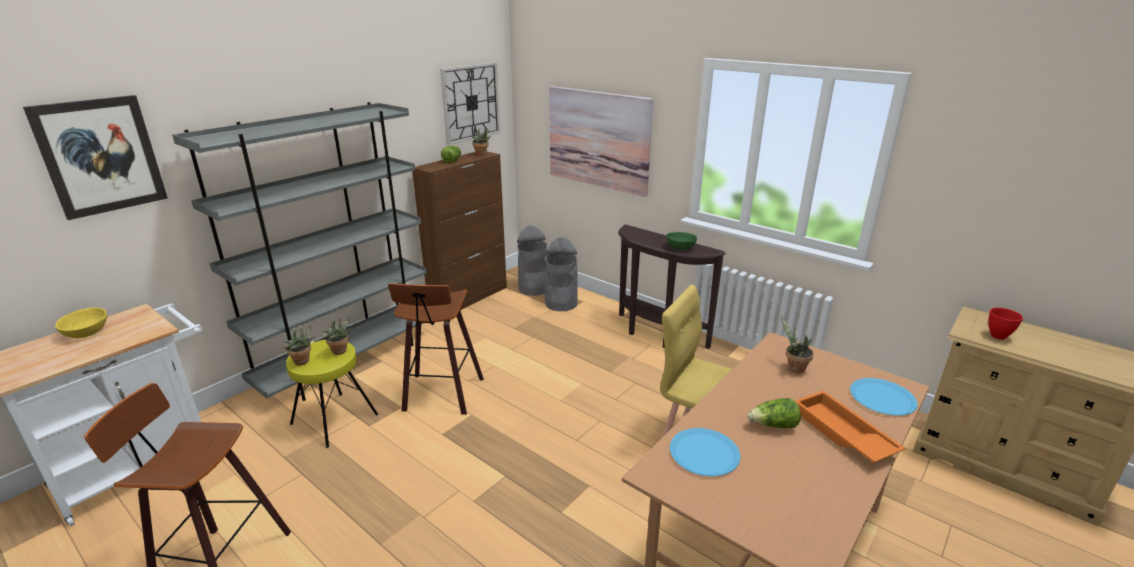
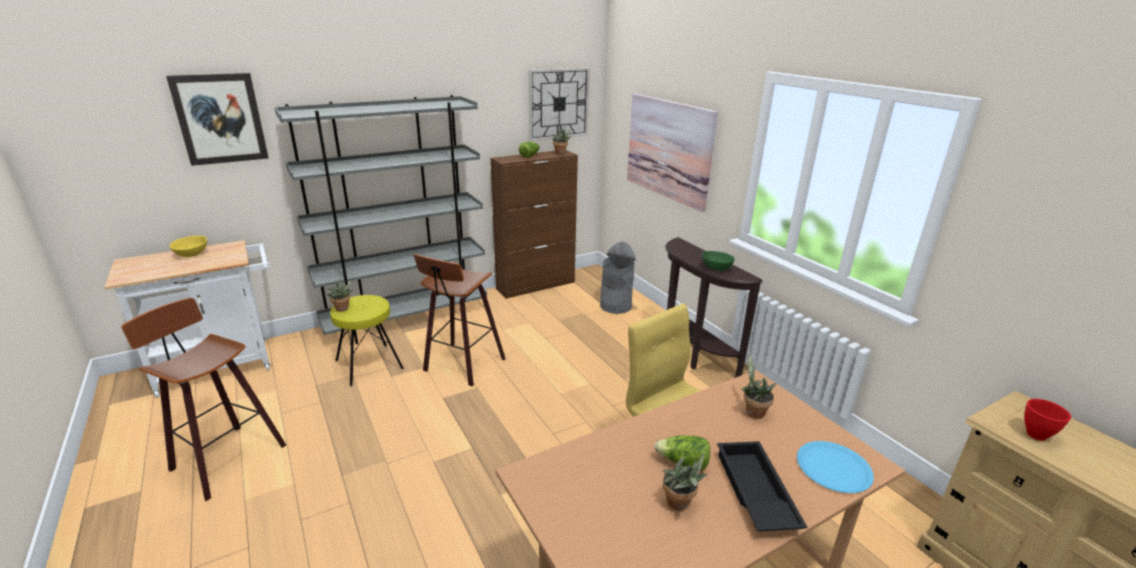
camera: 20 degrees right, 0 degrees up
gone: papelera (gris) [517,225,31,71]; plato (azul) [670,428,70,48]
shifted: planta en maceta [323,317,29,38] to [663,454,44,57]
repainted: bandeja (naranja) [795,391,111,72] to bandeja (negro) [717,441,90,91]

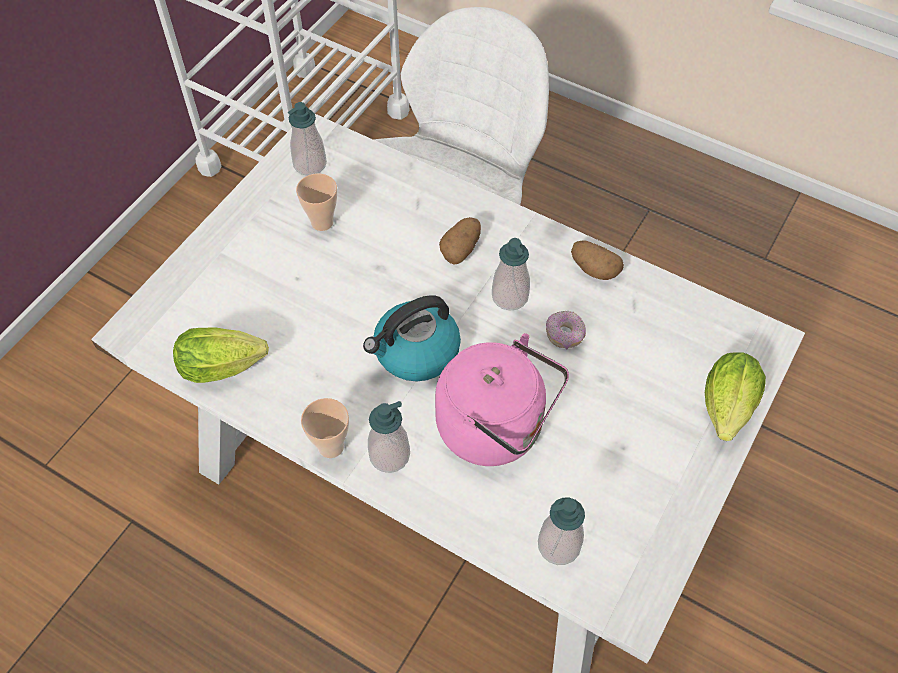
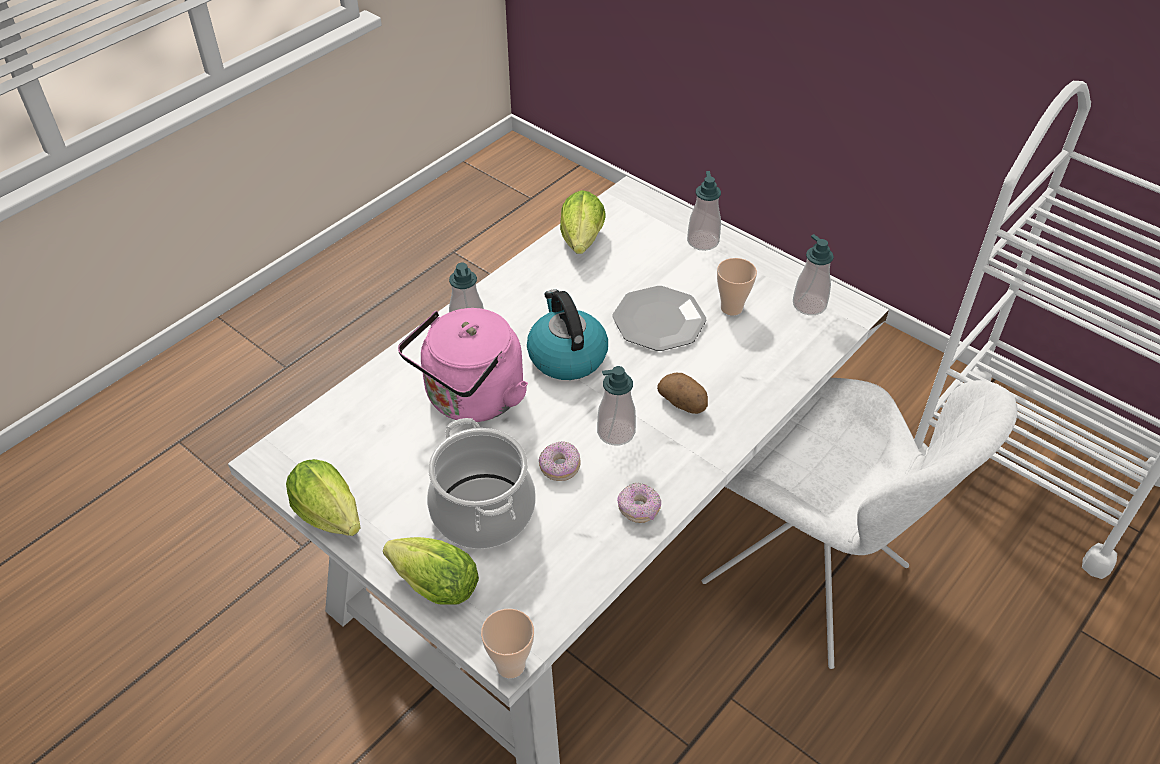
camera: 100 degrees right, 10 degrees down
new: lechuga [286,459,75,77]; olla [427,418,109,131]; plato [612,286,94,65]
shifted: taza [301,398,48,60] to [481,609,53,69]; dispensador de jabón [538,498,47,67] to [687,171,34,80]
swapped: patata [571,240,53,40] to rosquilla [617,482,44,41]

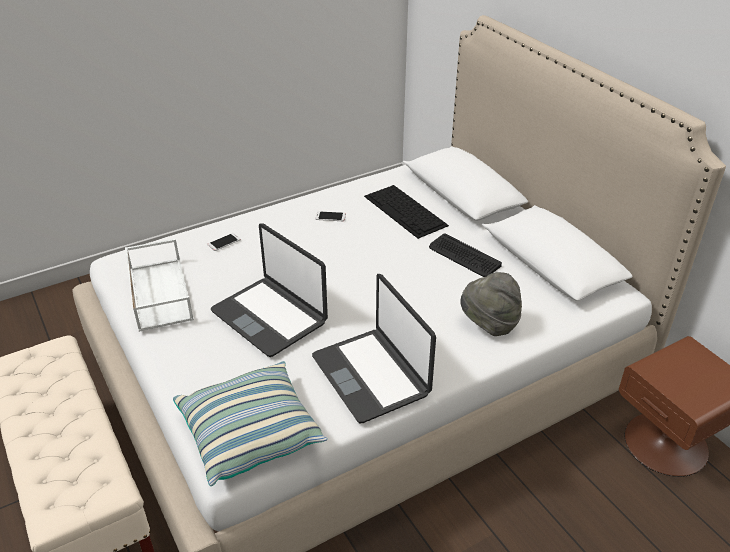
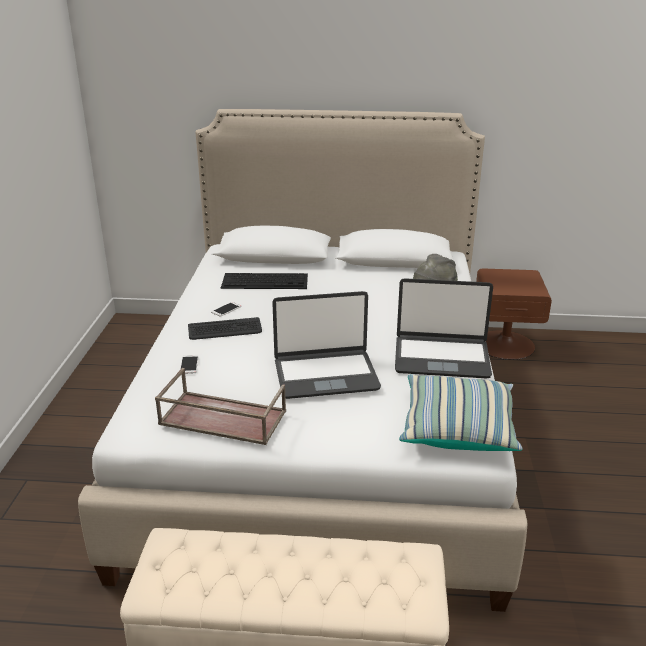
camera: 55 degrees left, 10 degrees down
shifted: teclado [429,233,73,44] to [188,317,74,23]
repainted: bandeja (blanco) [125,239,69,93] to bandeja (marrón) [155,368,131,77]

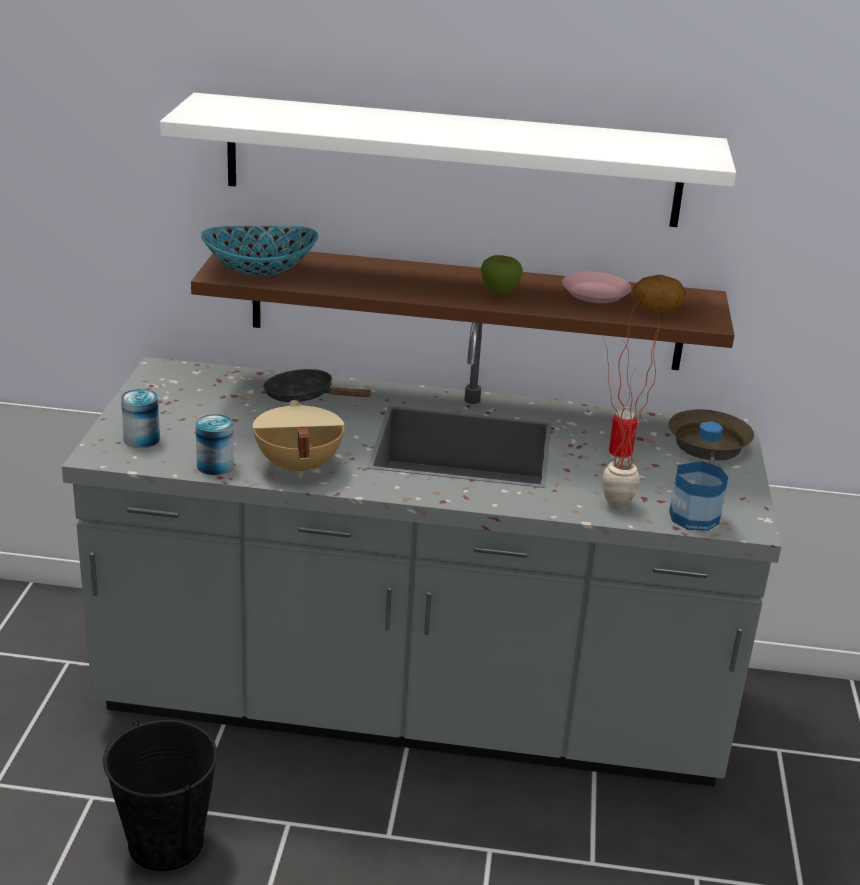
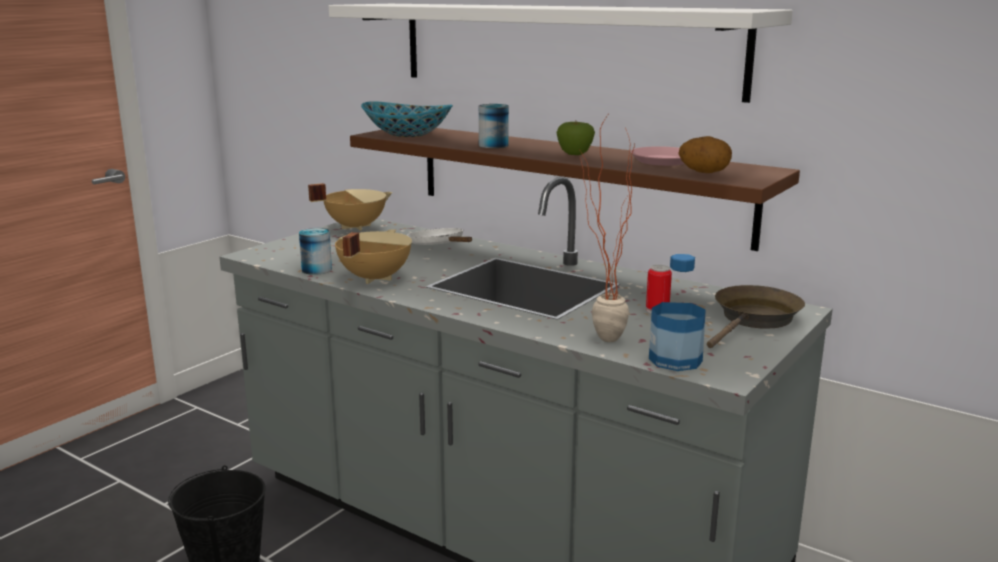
camera: 30 degrees right, 10 degrees down
new: olla (beis) [308,183,85,48]
shifted: lata [121,389,39,59] to [479,104,30,44]
repainted: sartén (negro) [263,369,109,33] to sartén (blanco) [407,228,65,17]

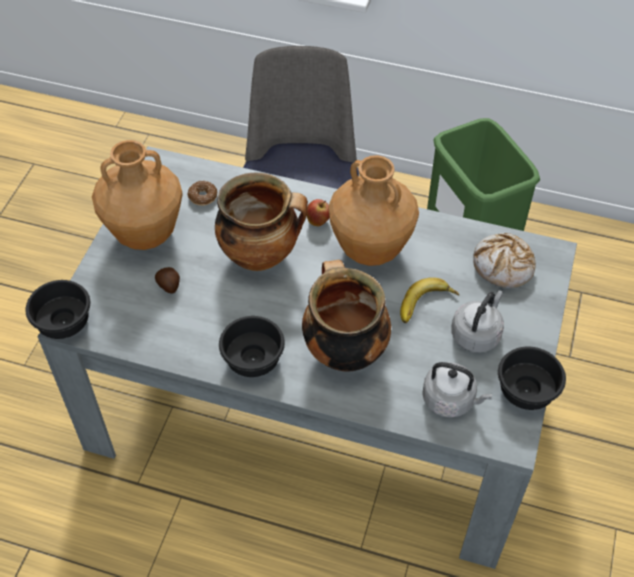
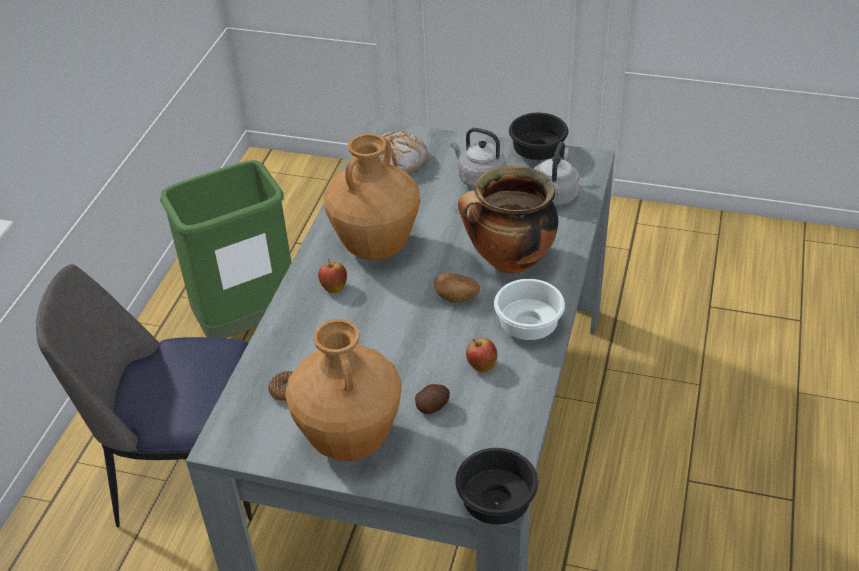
camera: 90 degrees left, 10 degrees down
gone: olla [215,173,93,98]; plátano [400,277,59,46]
new: patata [434,273,46,30]; manzana [466,338,31,34]
repainted: cuenco (negro) [219,316,66,61] to cuenco (blanco) [494,279,71,61]

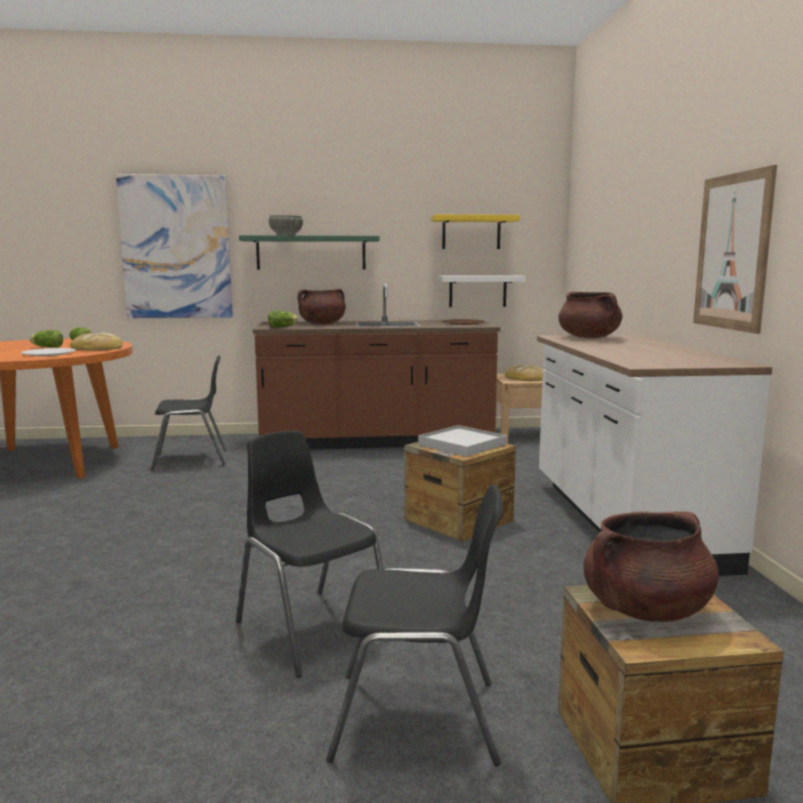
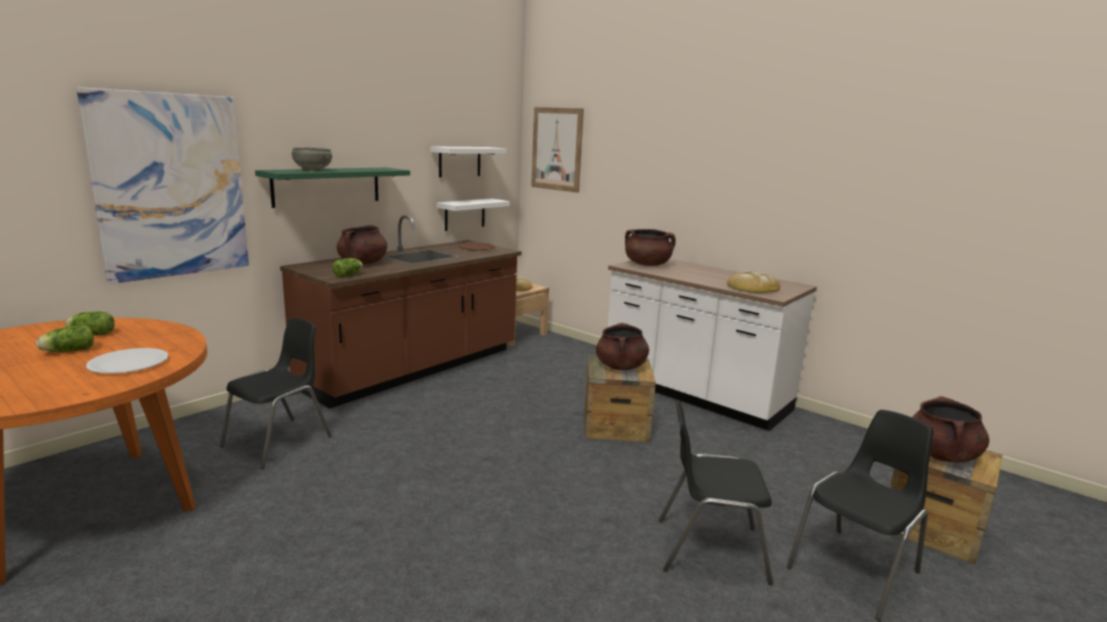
camera: 45 degrees left, 5 degrees up
shifted: pan [70,332,53,19] to [727,271,53,22]; cuadro [693,165,84,169] to [531,107,53,86]
swapped: bandeja (blanco) [418,425,89,32] to olla (marrón) [596,323,53,47]
repainted: estante (amarillo) [431,214,89,35] to estante (blanco) [430,146,76,31]

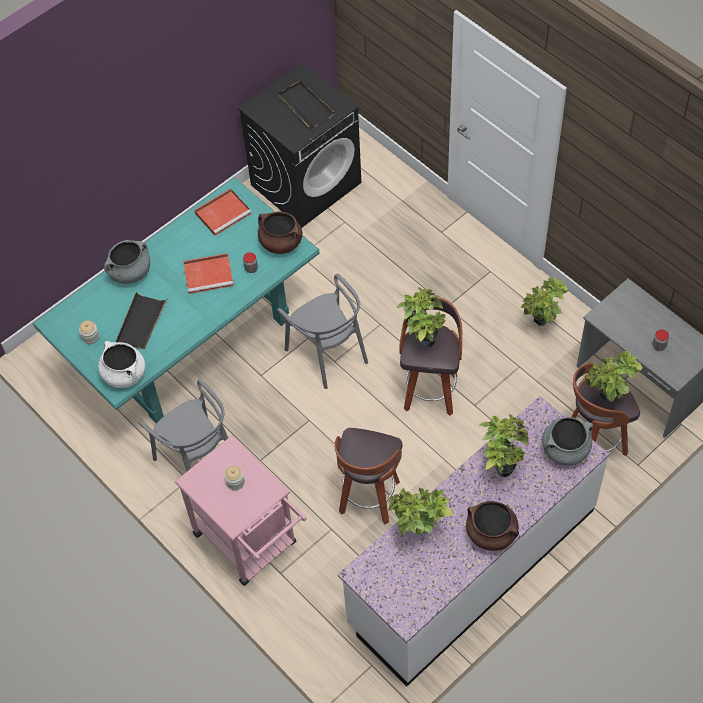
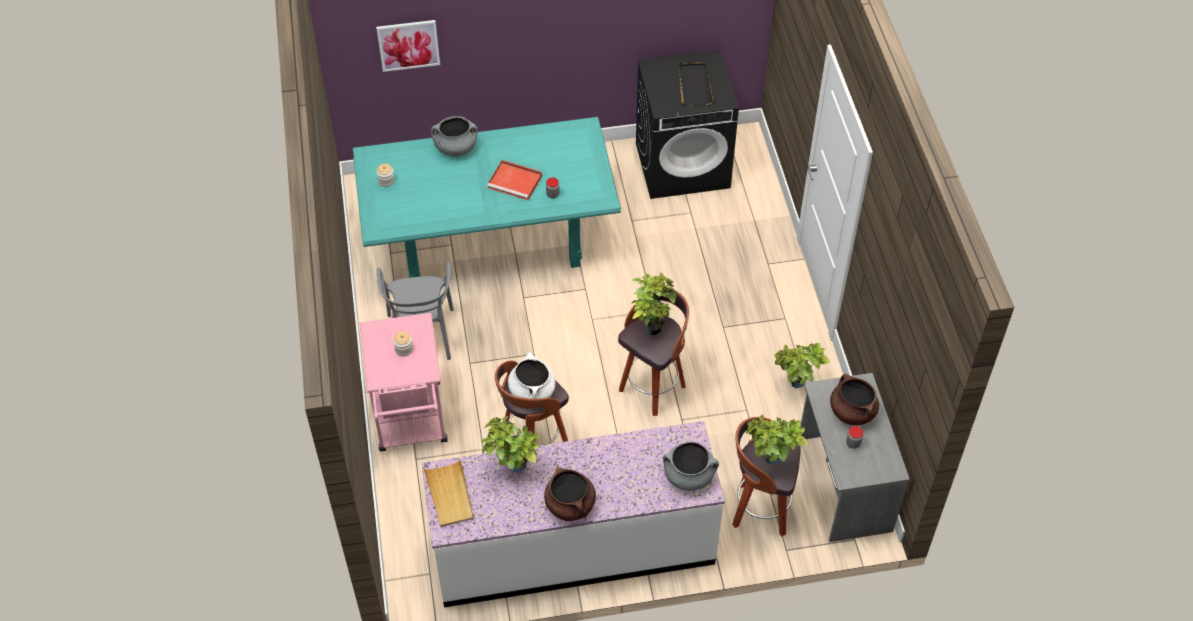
camera: 30 degrees right, 5 degrees down
gone: bandeja (negro) [116,292,51,58]; bandeja (rojo) [194,188,57,48]; silla (gris) [277,274,91,115]; planta en maceta [479,414,49,63]
new: cuadro [376,20,64,52]; bandeja (beis) [423,459,51,68]
shifted: olla (blanco) [98,341,47,47] to [508,352,48,47]; olla (marrón) [258,211,45,43] to [830,374,49,52]

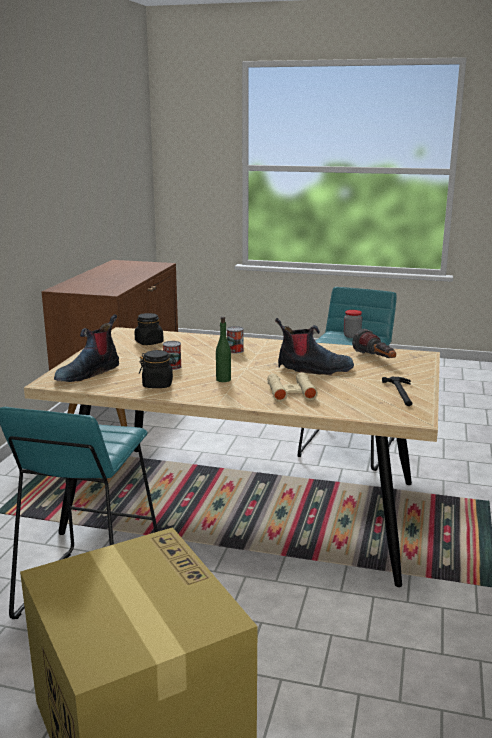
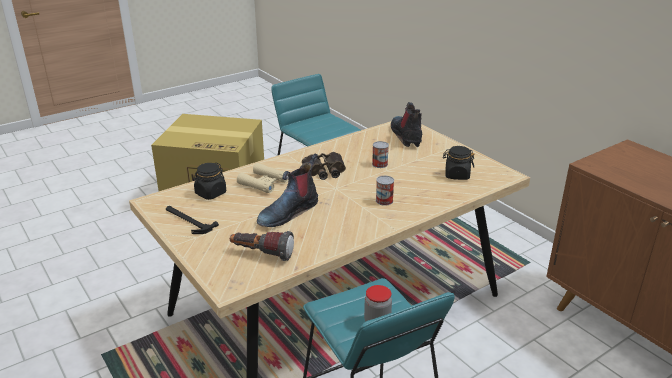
camera: 130 degrees right, 10 degrees up
shifted: tarro (negro) [139,350,37,38] to [193,163,33,37]
swapped: botella (verde) [216,317,15,65] to prismáticos [302,152,44,28]

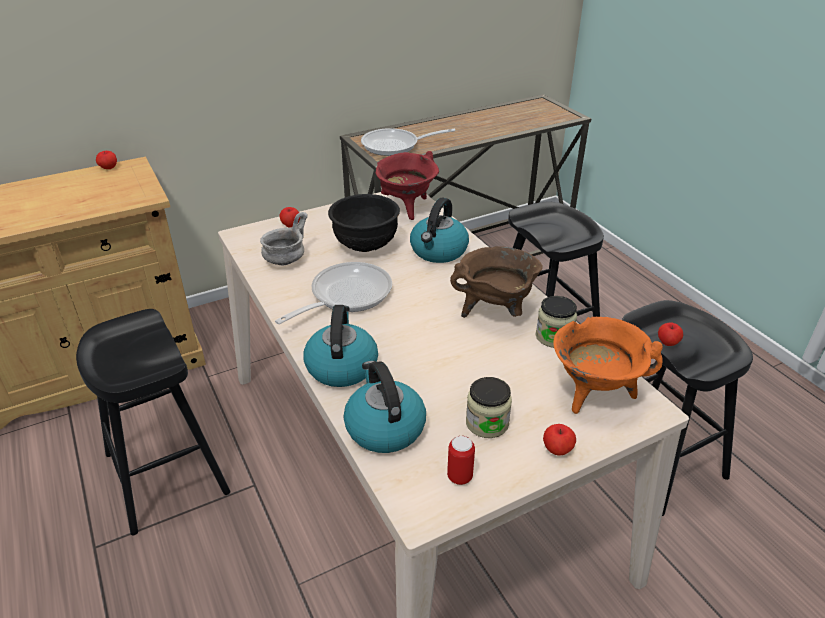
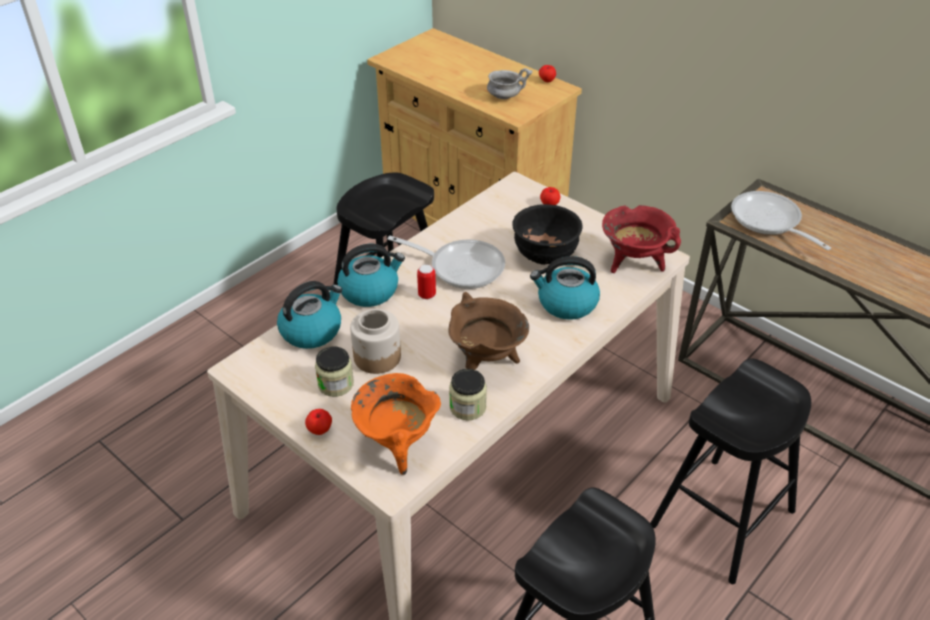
camera: 70 degrees right, 5 degrees up
gone: manzana [658,323,25,23]
new: tarro [350,309,51,65]
shifted: cuenco (gris) [260,212,48,53] to [487,68,46,31]; lata [447,436,28,49] to [417,265,19,34]

